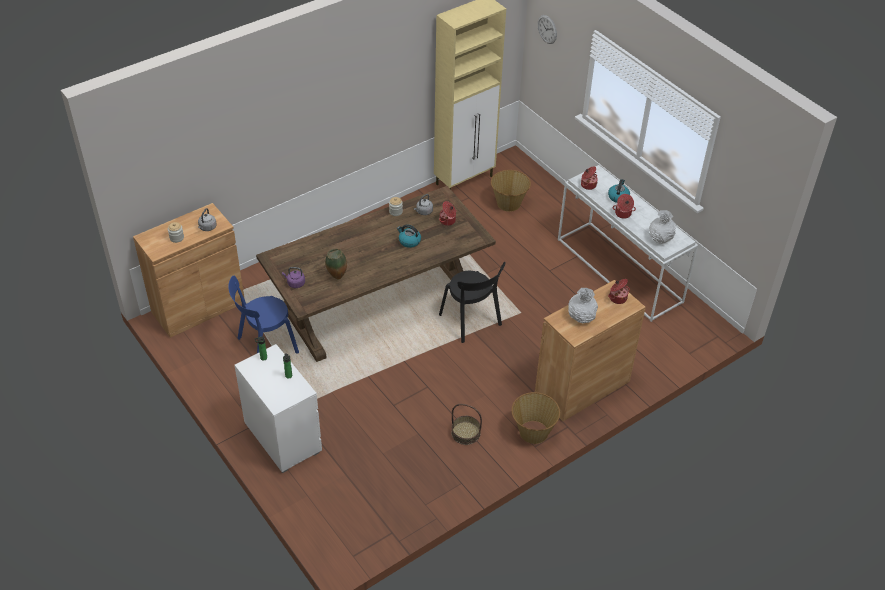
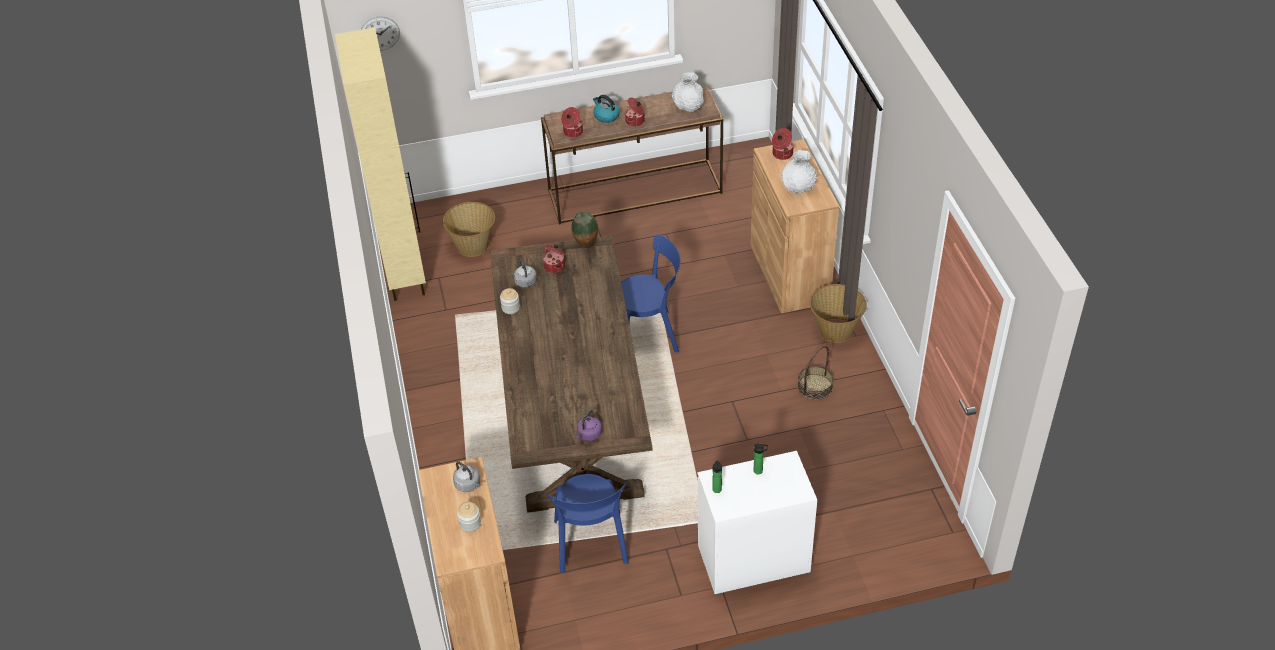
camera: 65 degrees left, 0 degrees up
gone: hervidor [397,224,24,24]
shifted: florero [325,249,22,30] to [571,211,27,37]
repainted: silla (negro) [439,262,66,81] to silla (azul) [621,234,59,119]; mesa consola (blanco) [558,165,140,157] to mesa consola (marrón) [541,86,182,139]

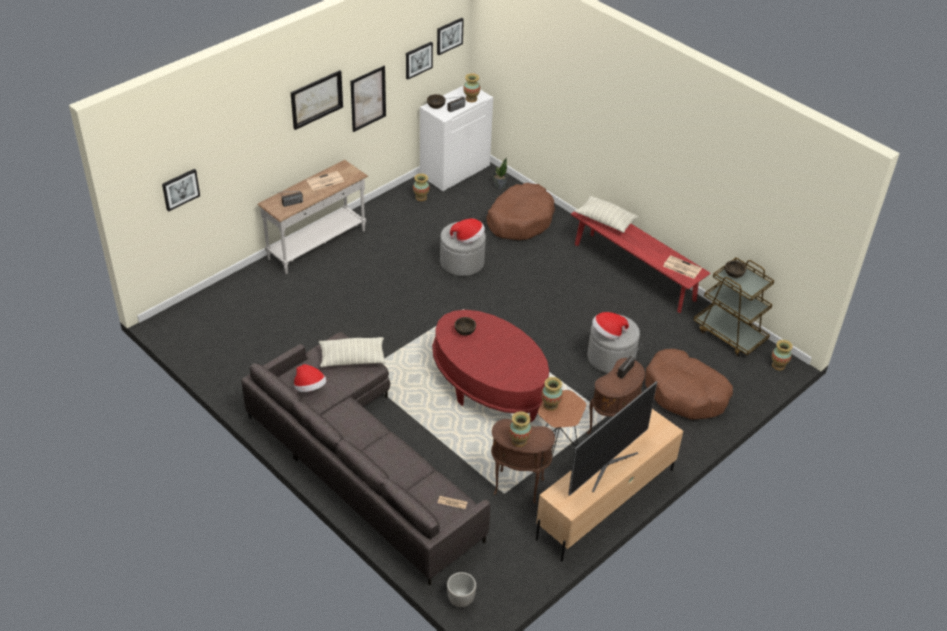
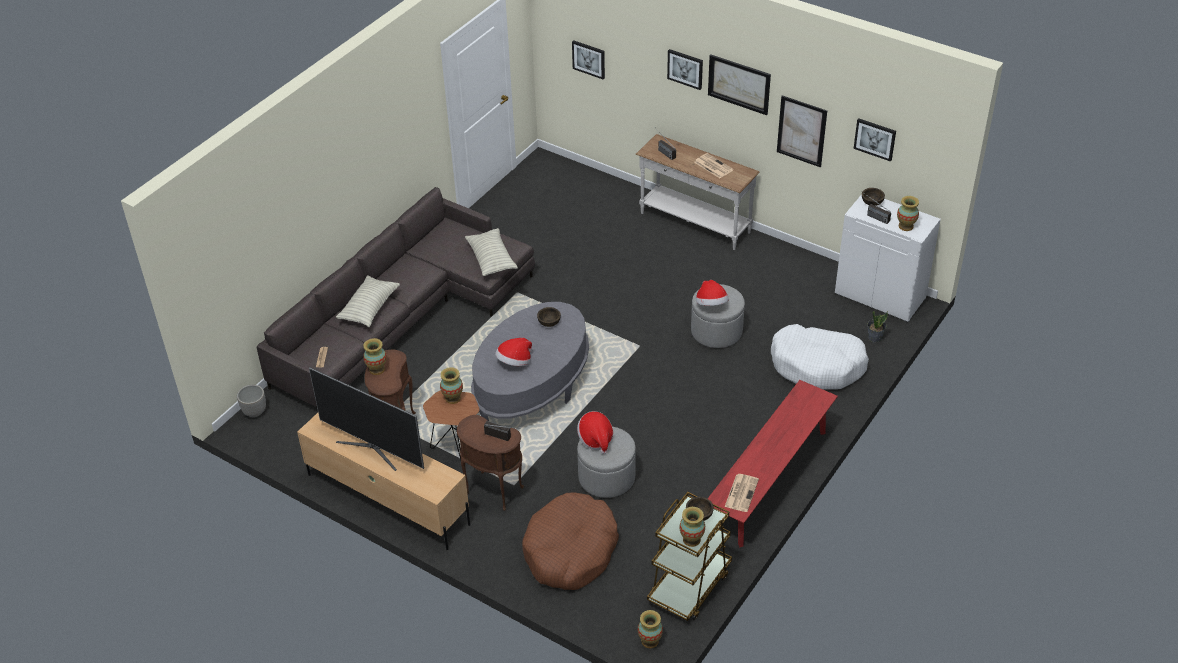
camera: 80 degrees right, 0 degrees up
shifted: sombrero [294,364,33,28] to [495,338,37,28]; florero [413,174,17,27] to [679,507,26,40]; cuadro [437,18,27,37] to [667,49,36,41]; cojín [575,196,64,37] to [336,275,64,52]
repainted: mesa de centro (rojo) [432,310,117,112] to mesa de centro (gris) [471,302,118,119]; cama para perro (marrón) [487,183,68,57] to cama para perro (blanco) [771,324,98,65]

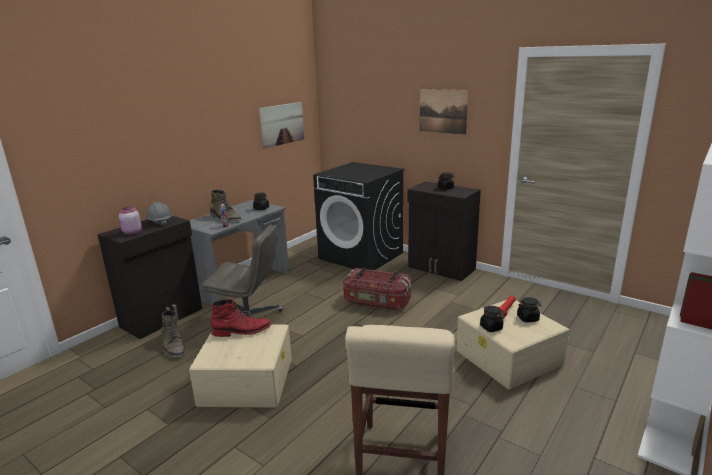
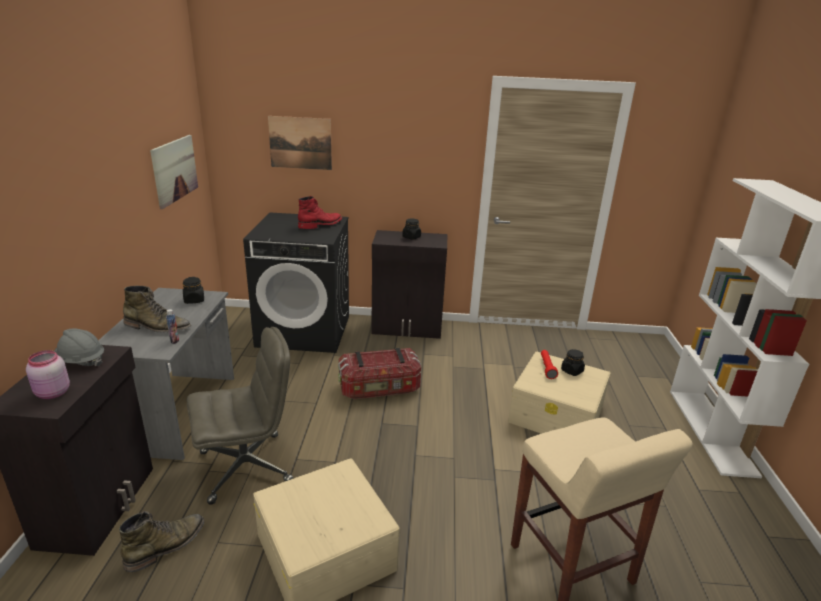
camera: 35 degrees left, 5 degrees up
gone: tarro (negro) [480,306,23,26]
shifted: bota (rojo) [211,299,61,38] to [298,196,44,33]; cuadro [420,89,49,46] to [268,116,64,54]
rotated: bota (verde) [161,310,25,47] = [119,511,85,61] 75 degrees counterclockwise

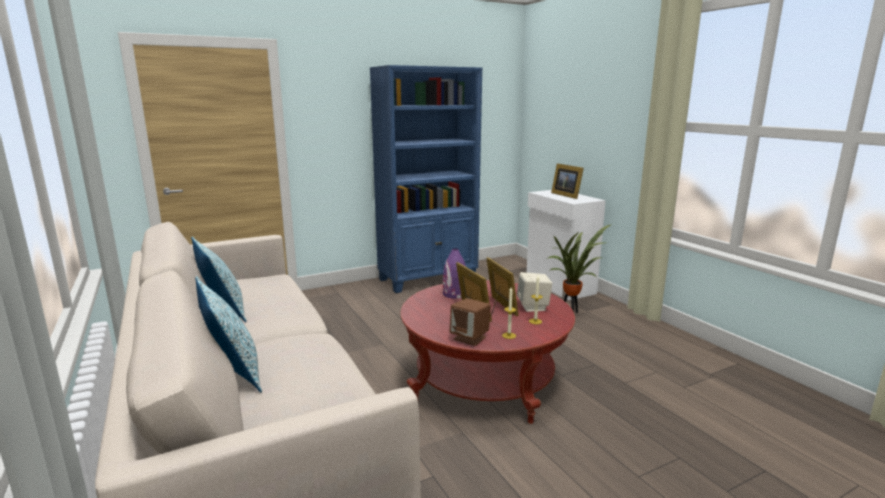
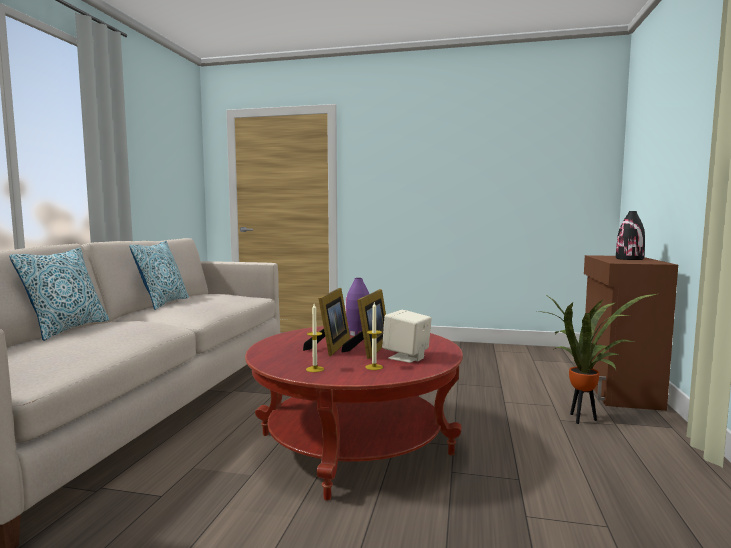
camera: 40 degrees right, 10 degrees down
gone: estantería (azul) [370,65,112,228]; altavoz (marrón) [450,298,41,48]
swapped: portarretratos [551,163,33,36] to florero (negro) [616,211,29,49]
repainted: armario (blanco) [527,190,79,110] to armario (marrón) [584,255,94,156]

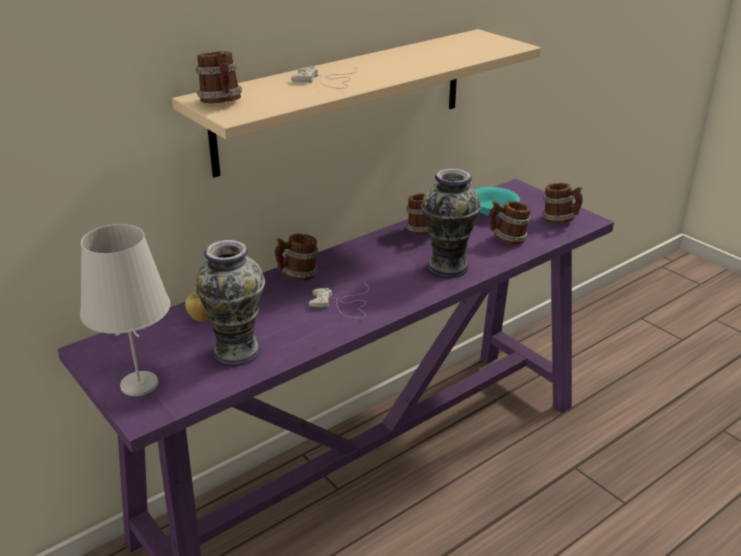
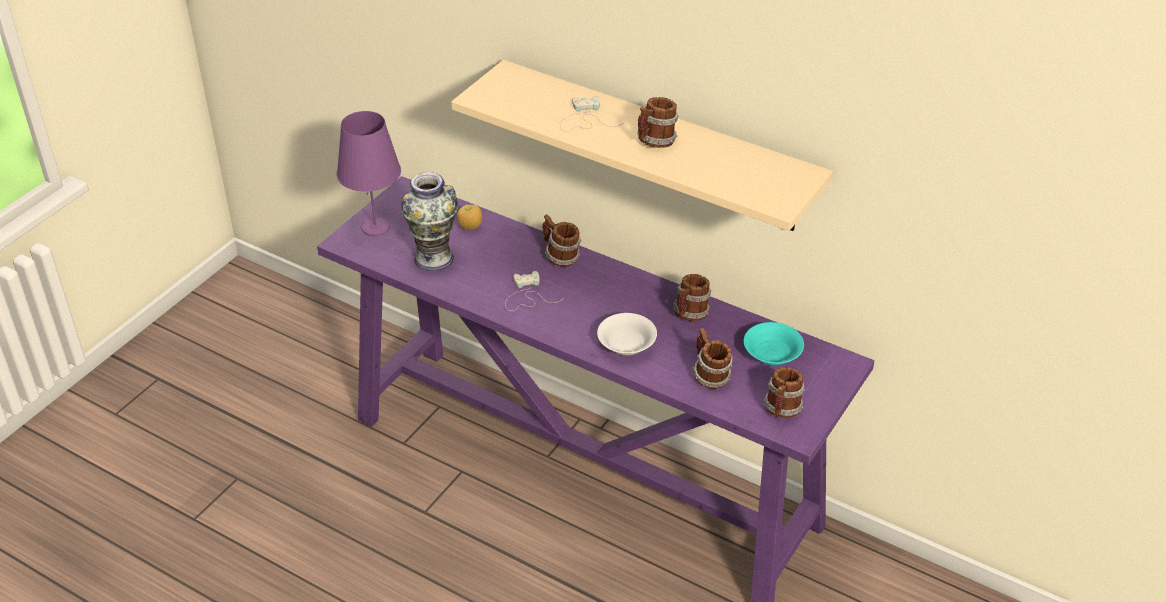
camera: 70 degrees right, 10 degrees up
shifted: taza grande [195,51,47,52] to [638,97,41,51]
swapped: florero [421,169,60,109] to cuenco (blanco) [597,313,60,42]
repainted: lámpara de mesa (blanco) [80,224,90,172] to lámpara de mesa (morado) [337,111,64,125]

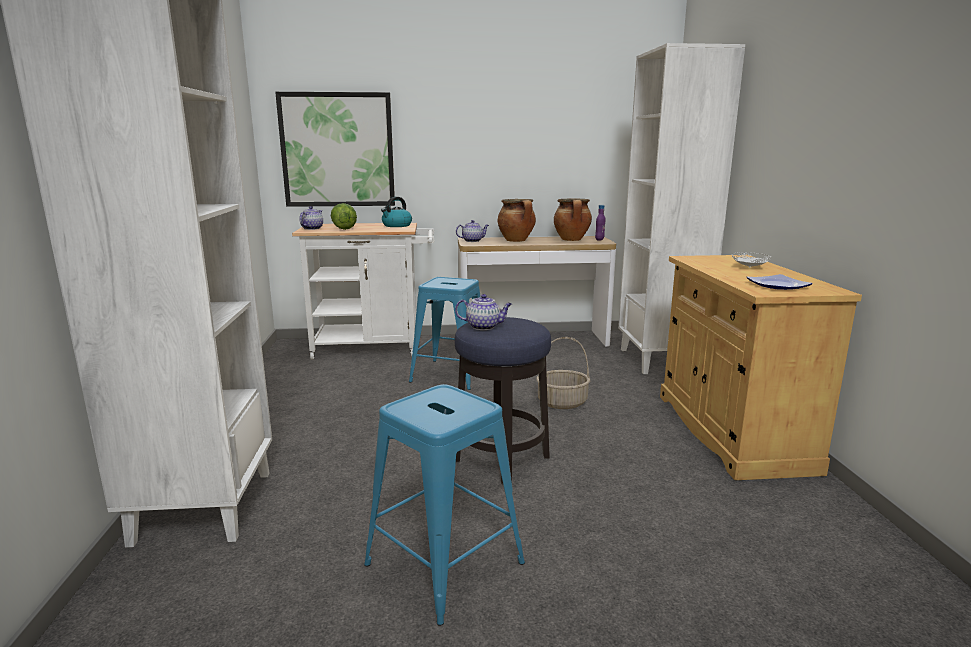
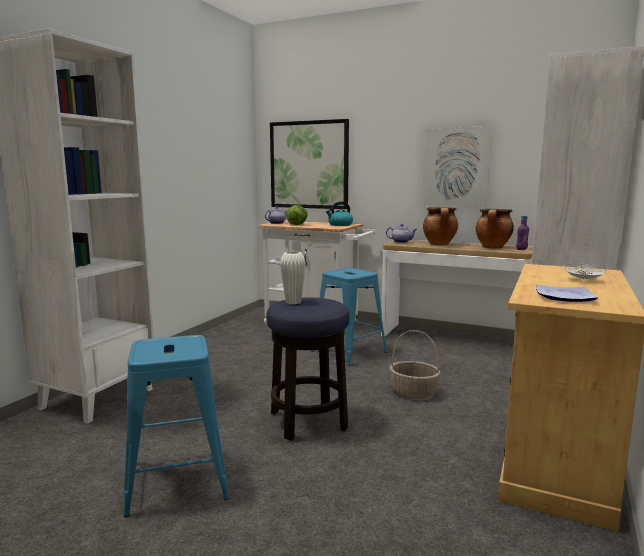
camera: 30 degrees right, 5 degrees down
new: cuadro [422,126,70,81]
swapped: tetera [455,294,57,36] to florero (blanco) [280,251,26,53]

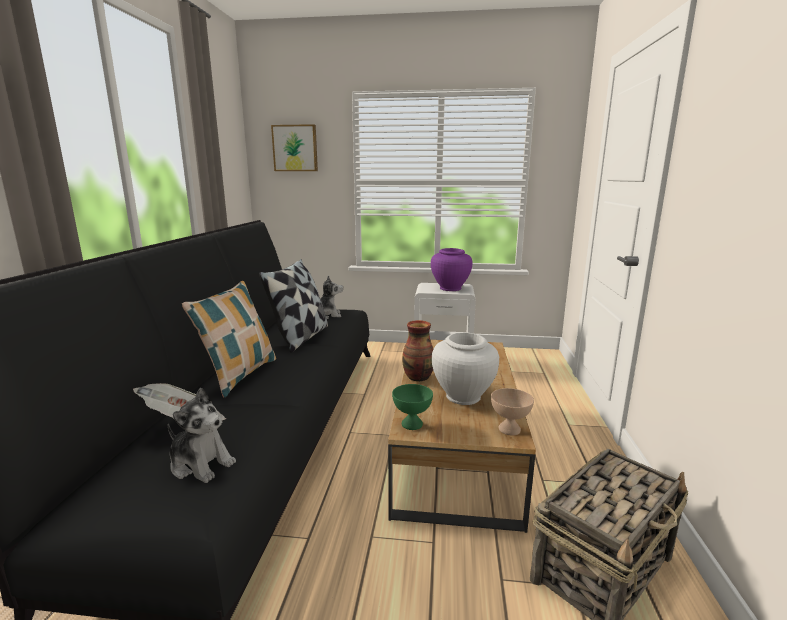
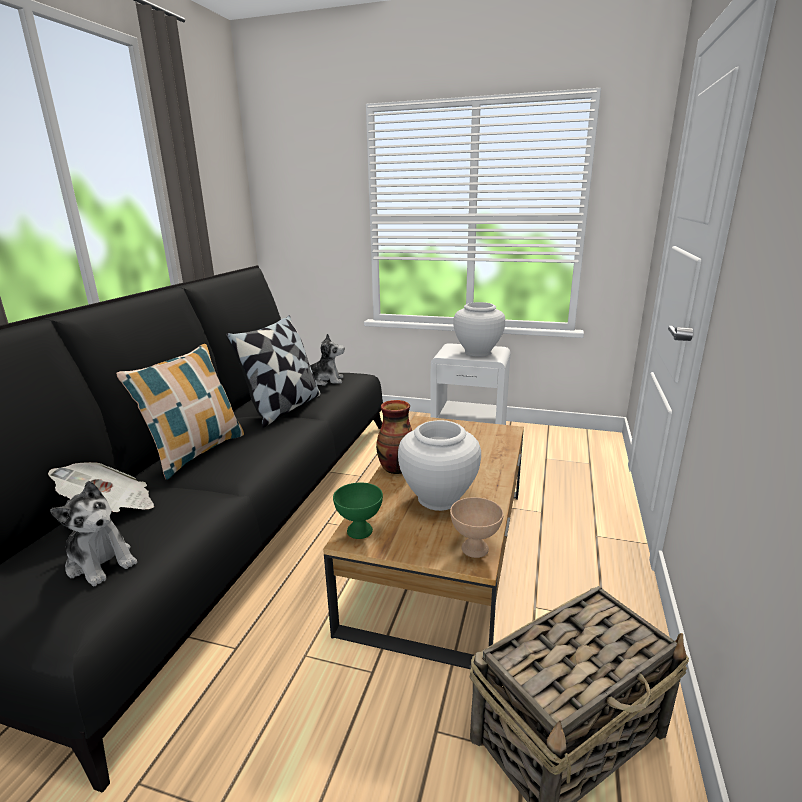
camera: 10 degrees right, 5 degrees up
gone: cuadro [271,124,47,47]
repainted: florero (morado) [431,248,41,43] to florero (blanco) [453,302,52,55]

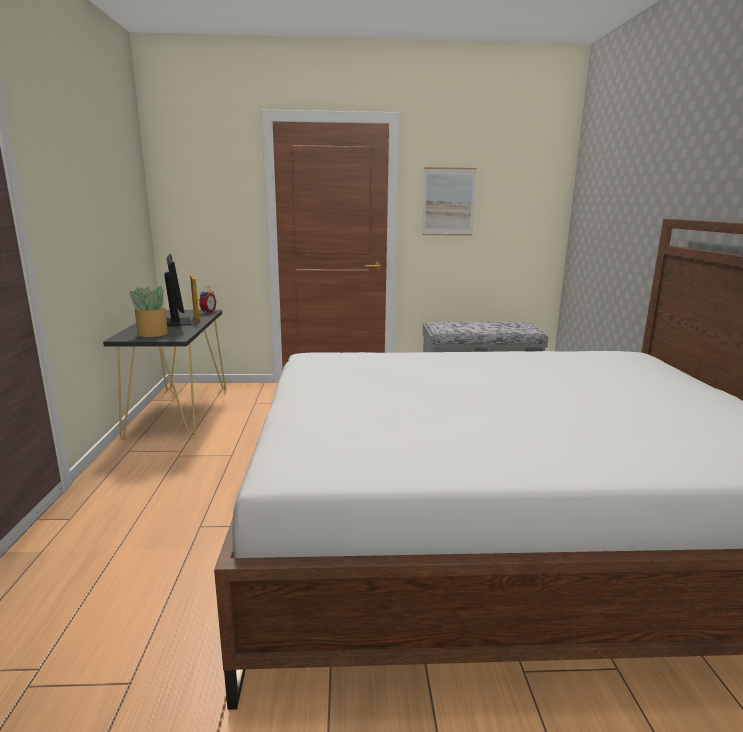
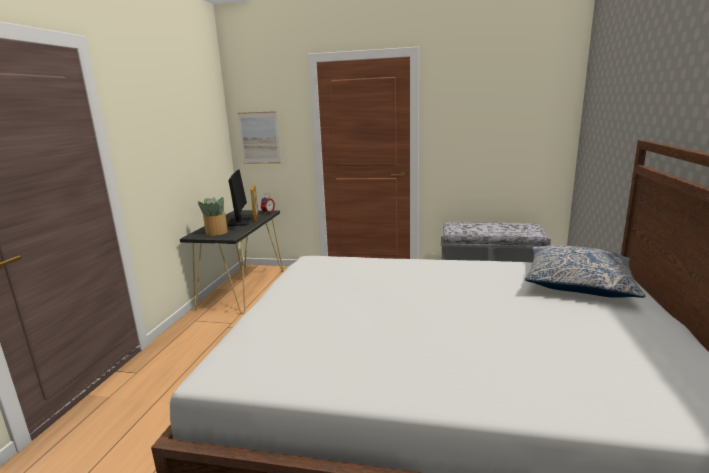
camera: 15 degrees right, 0 degrees up
new: cojín [525,245,120,53]
shifted: cuadro [422,167,55,69] to [238,111,43,53]

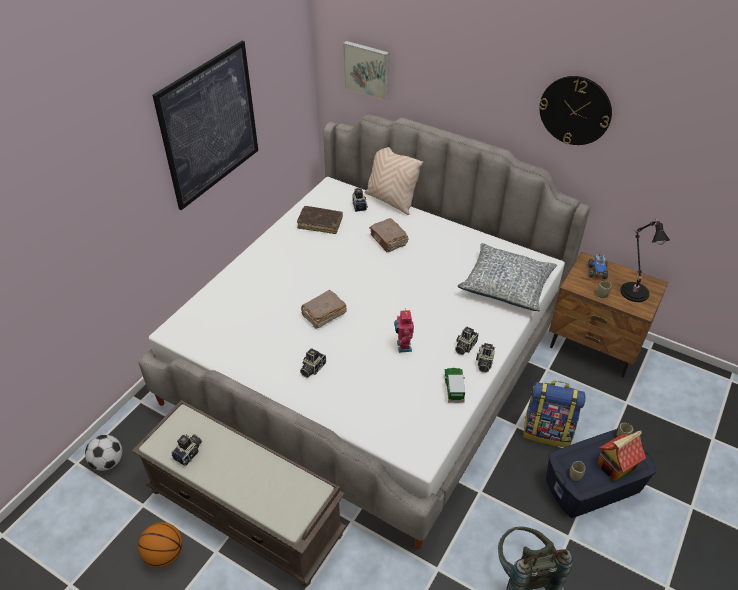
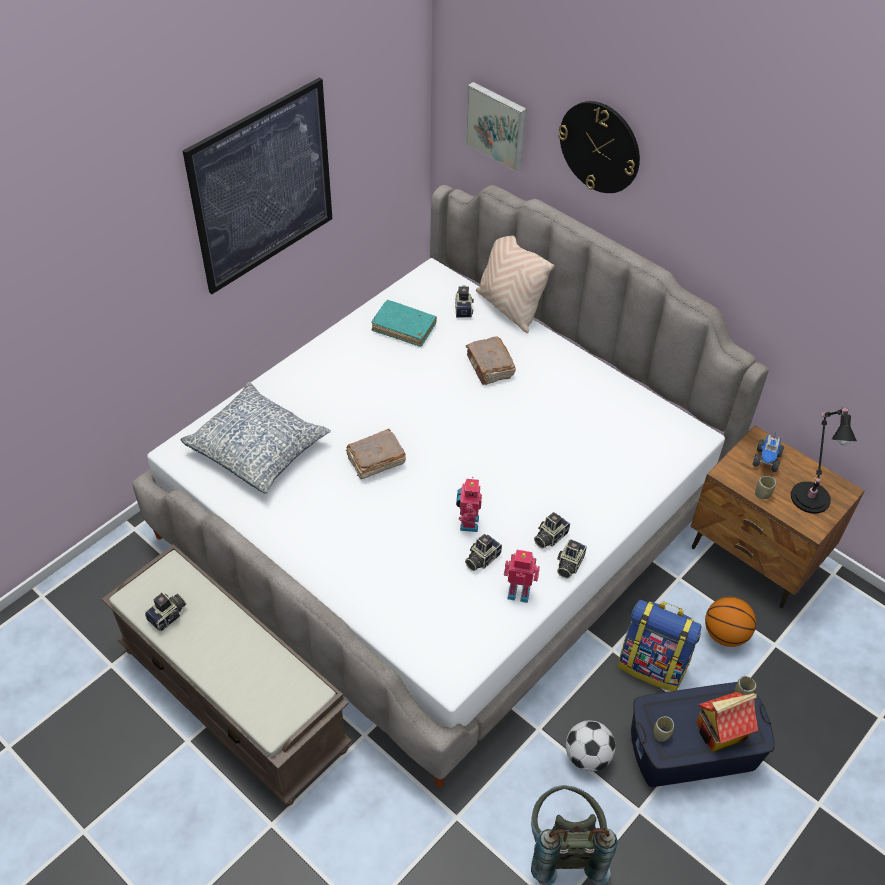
camera: 10 degrees right, 5 degrees up
shifted: balón de fútbol [85,435,38,36] to [566,720,49,51]; balón de baloncesto [138,522,45,46] to [705,597,51,50]; cámara [300,348,26,30] to [465,534,37,37]; cojín [458,243,99,68] to [180,382,151,112]; reloj de pared [539,76,73,69] to [558,101,82,92]
swapped: coche de juguete [444,368,21,35] to robot de juguete [504,550,36,53]
repainted: libro (marrón) [297,206,46,28] to libro (turquesa) [371,300,66,47]

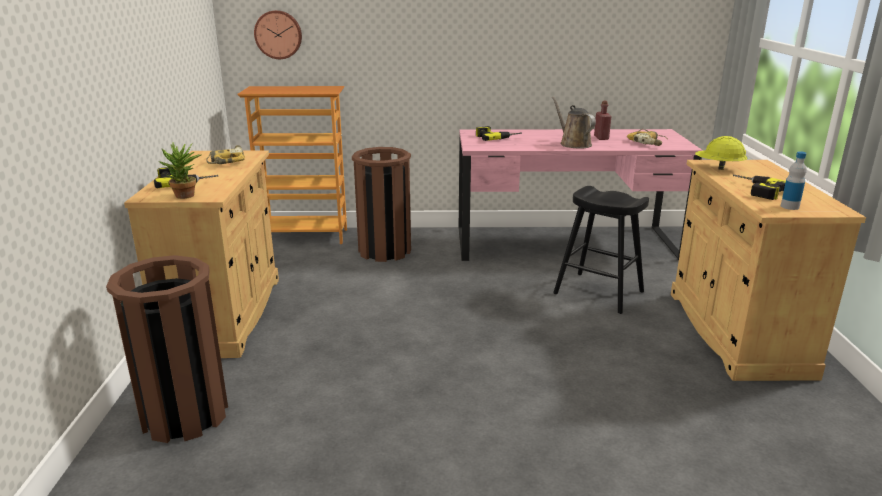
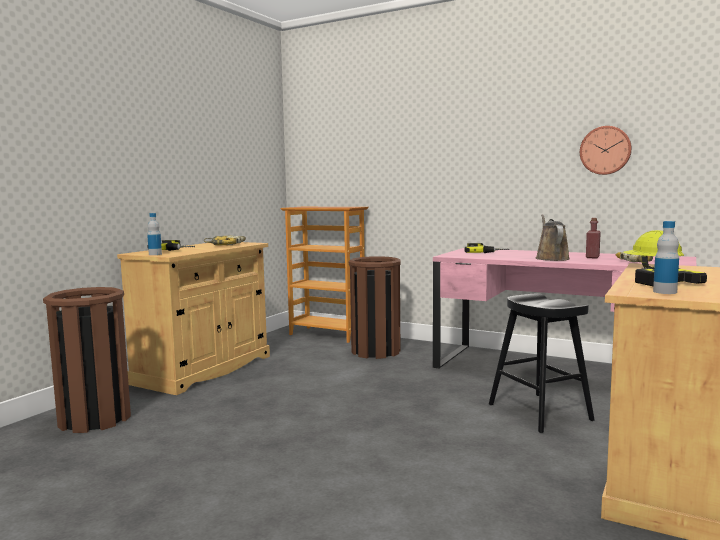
camera: 30 degrees right, 15 degrees down
shifted: reloj de pared [254,10,48,49] to [580,126,52,49]
swapped: planta en maceta [159,142,42,57] to botella [147,213,15,42]

